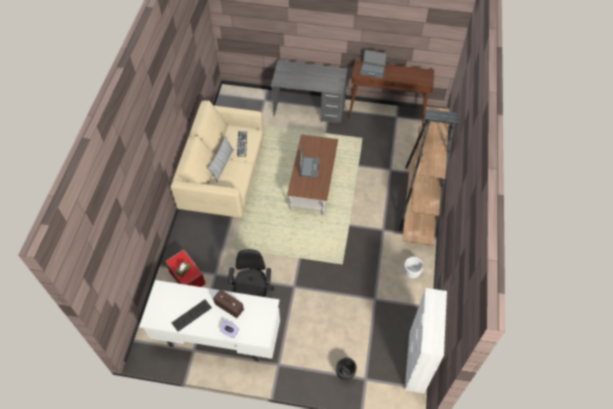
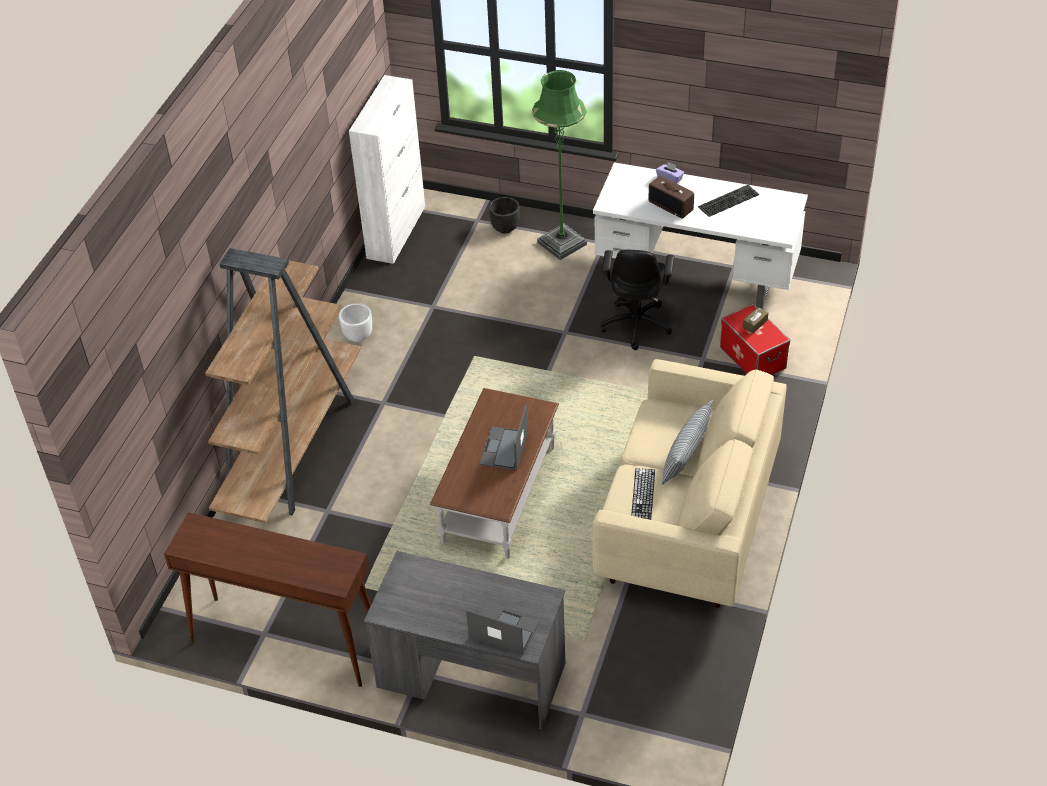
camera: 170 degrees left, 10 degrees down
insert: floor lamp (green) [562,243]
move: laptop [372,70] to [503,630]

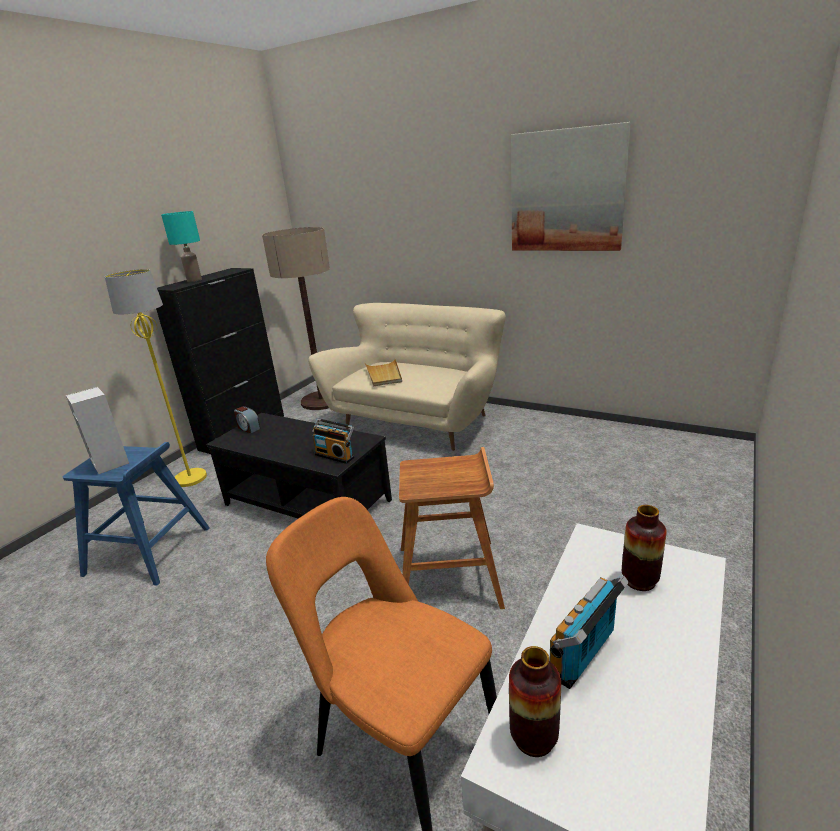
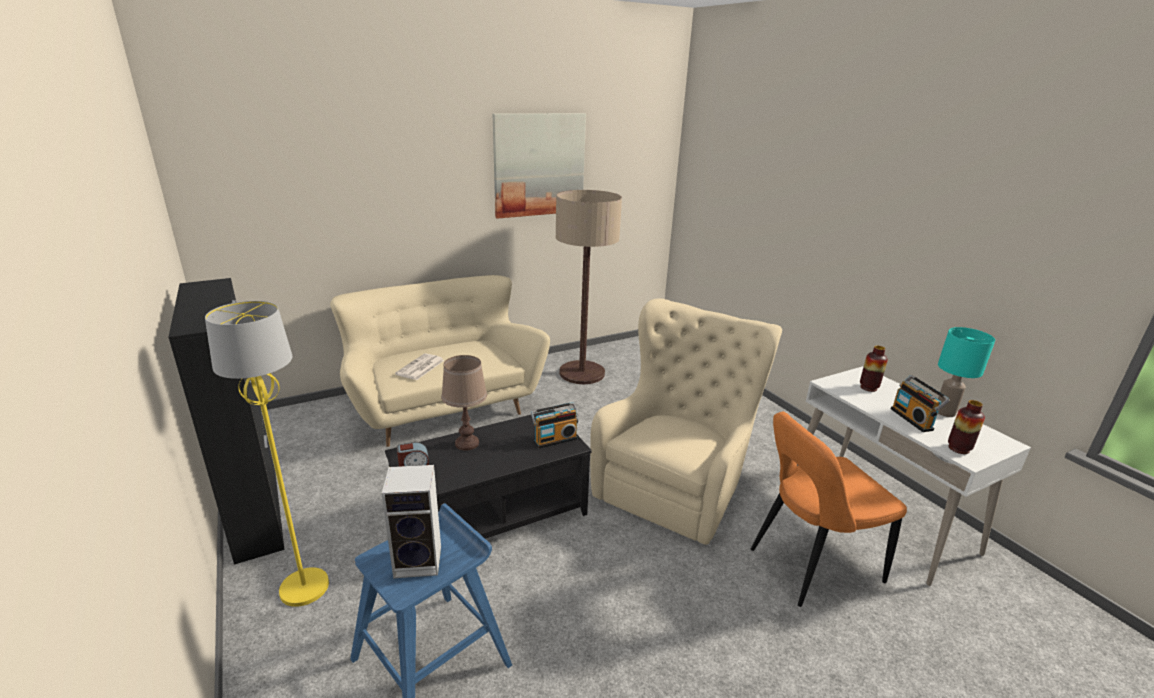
camera: 60 degrees left, 0 degrees up
insert: table lamp (brown) [467,443]
move: table lamp (turquoise) [195,280] to [945,412]; floor lamp [322,401] to [582,373]
replace: tray (beige) [384,374] to newspaper [420,368]; stool (brown) [450,576] to armchair (beige) [676,484]

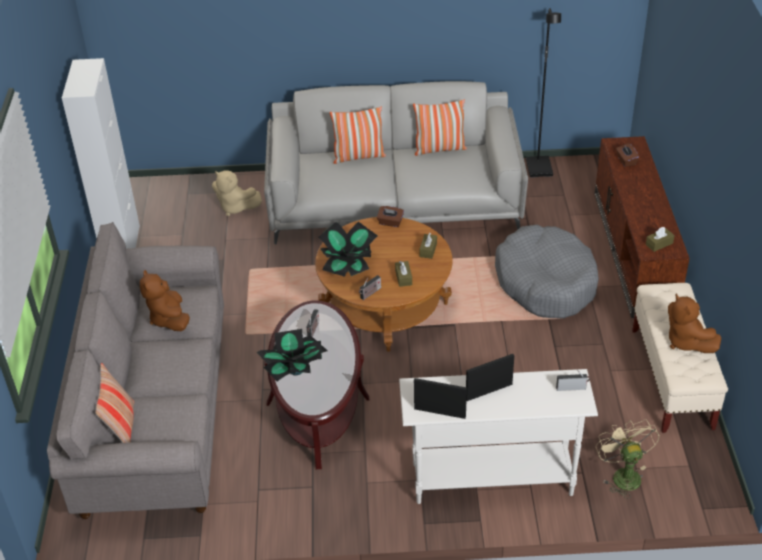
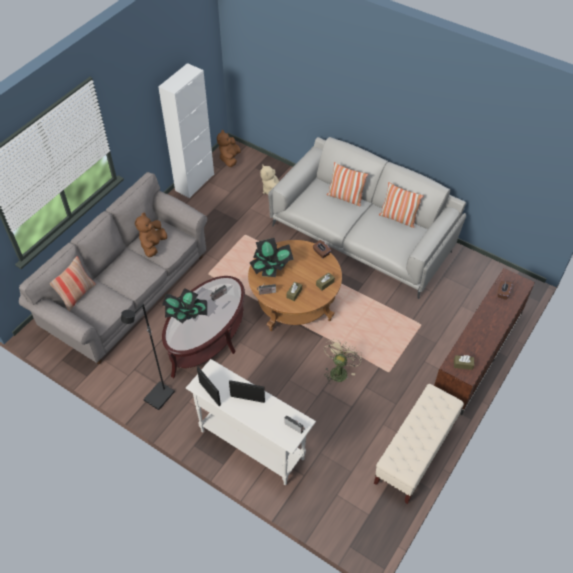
camera: 35 degrees right, 10 degrees up
delete: dog bed (grey) [545,282]
move: floor lamp (black) [540,168] to [159,397]; plush toy (brown) [686,342] to [229,159]; fan (beige) [623,474] to [339,370]

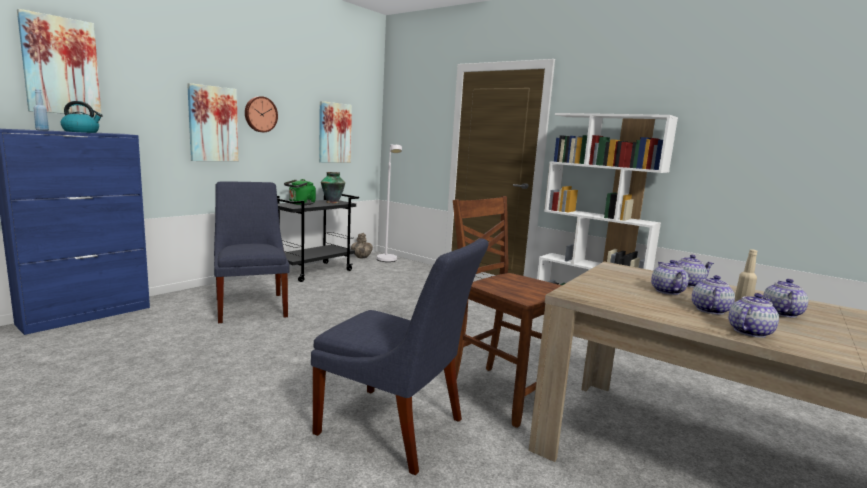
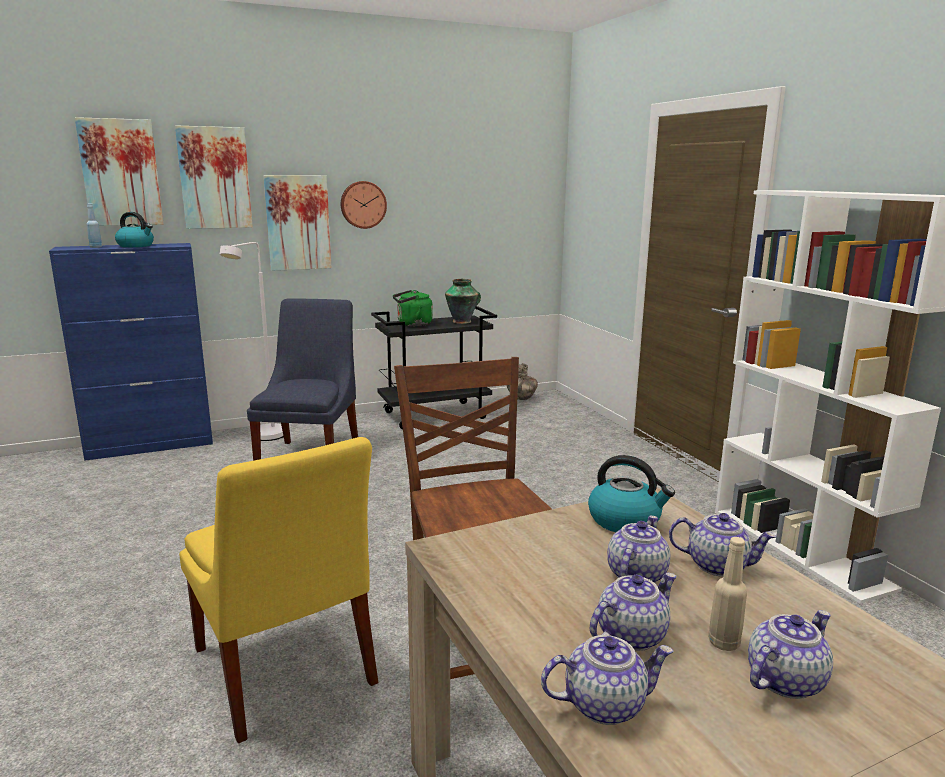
camera: 30 degrees right, 5 degrees up
insert: kettle [625,520]
move: picture [334,133] to [214,178]; floor lamp (white) [387,261] to [264,438]
recolor: chair (blue) [395,429] to chair (yellow) [285,671]

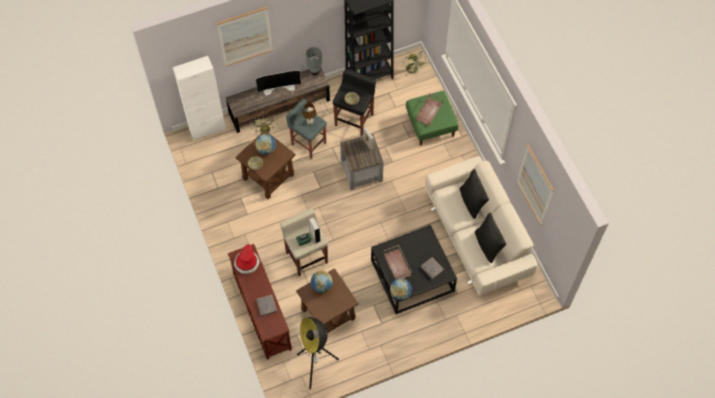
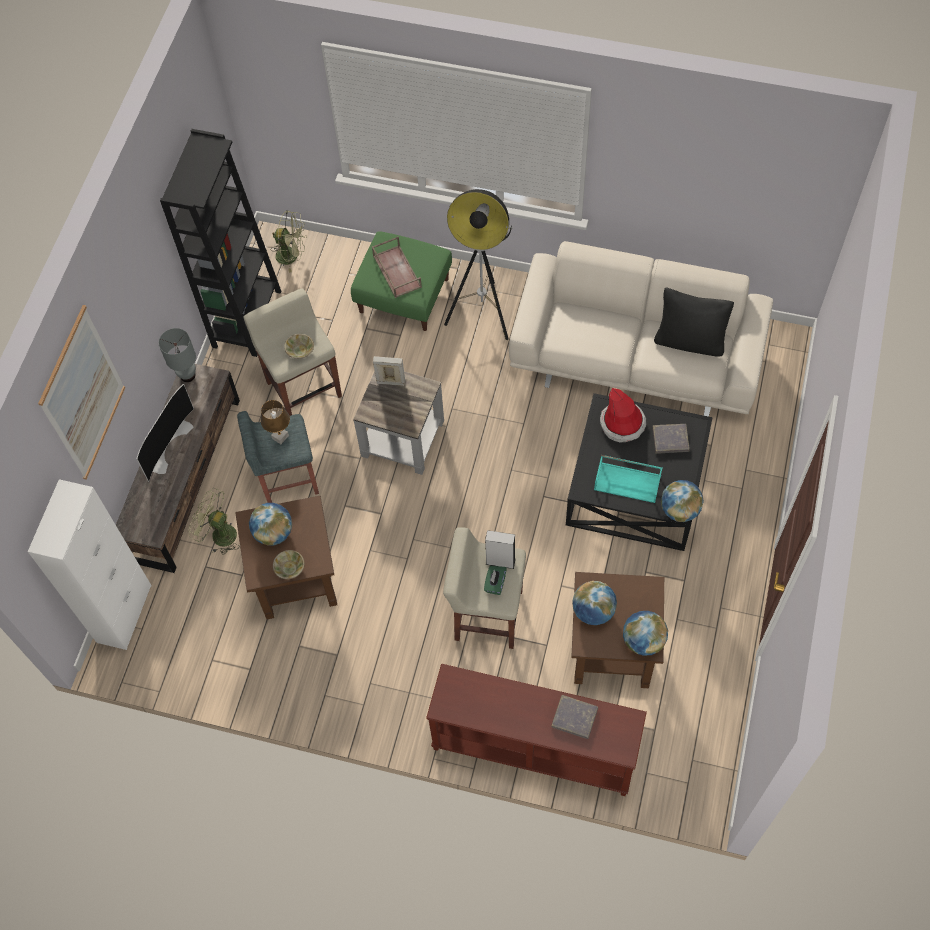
camera: 50 degrees left, 0 degrees up
delete: picture [535,185]; pillow (black) [472,202]
insert: globe [643,640]
move: hat [246,263] to [622,423]; floor lamp [316,367] to [482,313]
recolor: stool (black) [354,119] to stool (beige) [303,388]; tray (brown) [397,265] to tray (turquoise) [628,482]

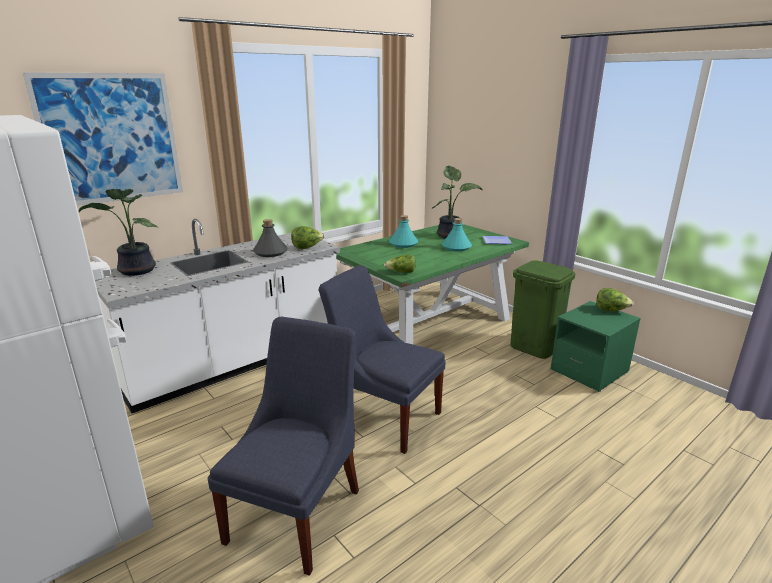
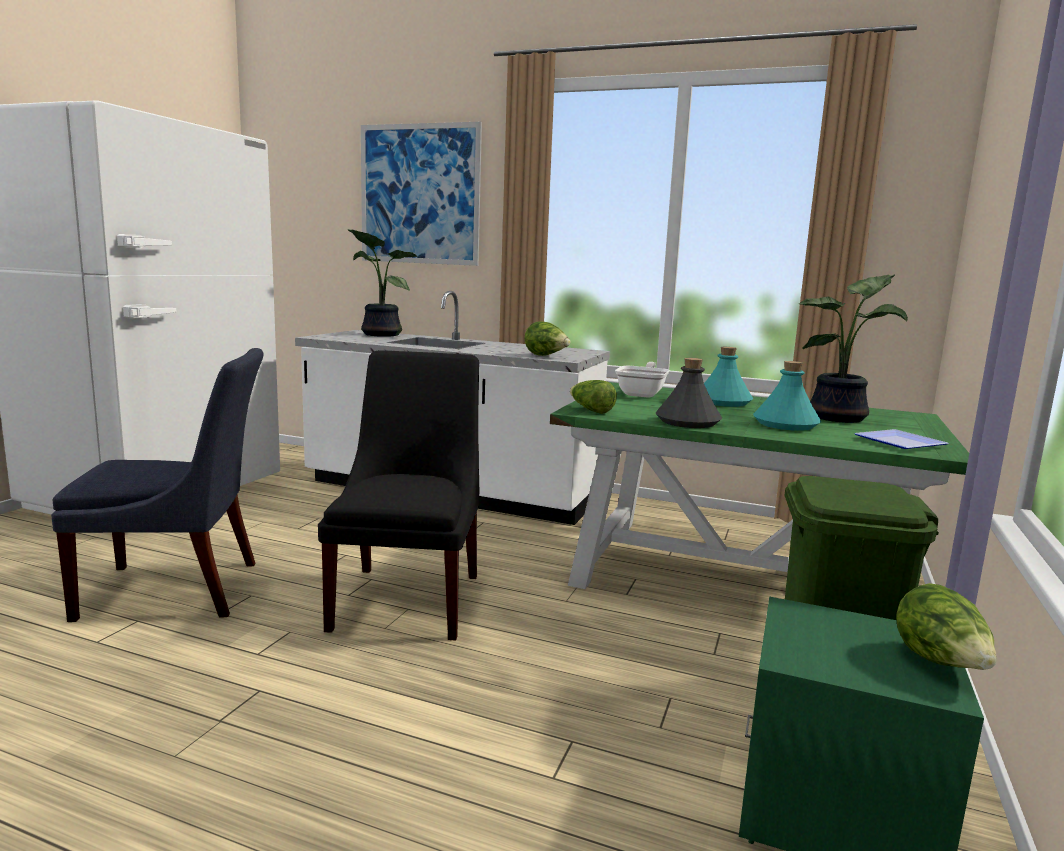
camera: 60 degrees right, 10 degrees down
insert: frying pan [642,394]
move: bottle (grey) [270,252] to [688,422]
recolor: chair (blue) [383,415] to chair (black) [410,597]

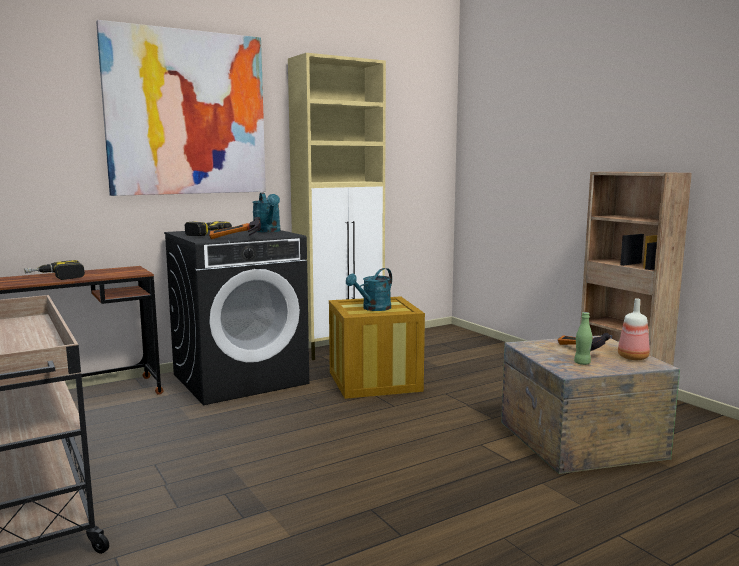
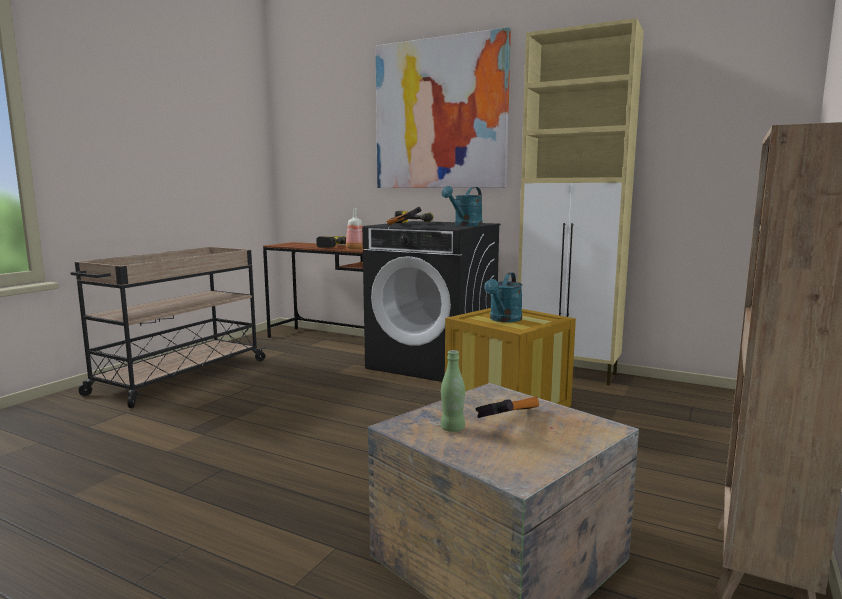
camera: 60 degrees right, 0 degrees up
move: bottle [633,357] to [356,248]
rotate: watering can (turquoise) [373,309] = [503,320] 75 degrees counterclockwise

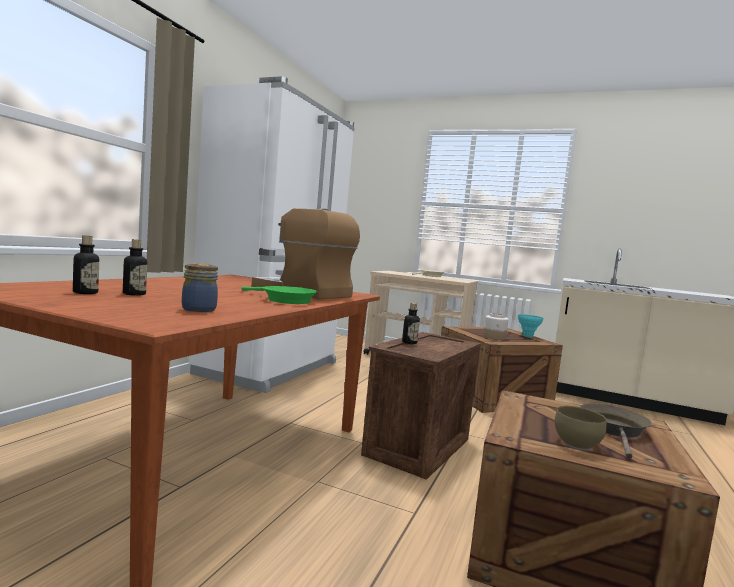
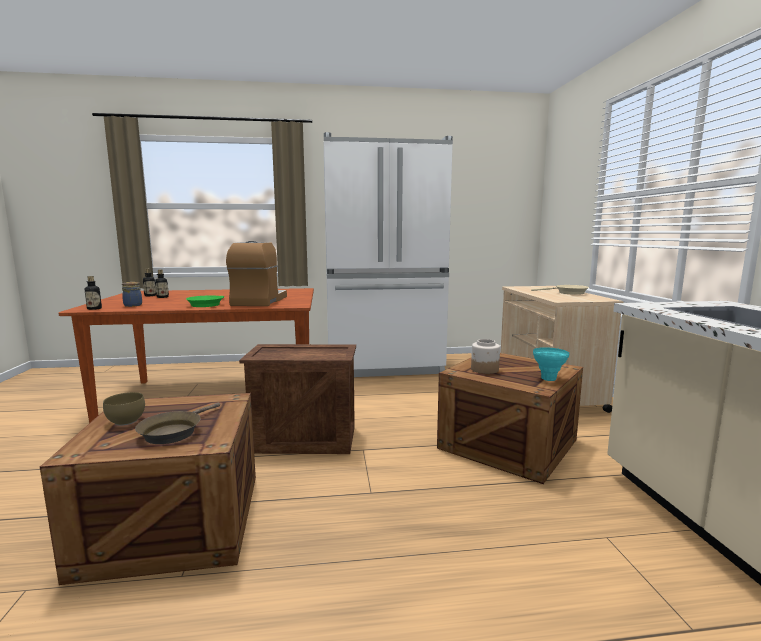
camera: 60 degrees right, 5 degrees up
move: bottle [409,342] to [94,309]
rotate: frying pan (brown) [614,430] = [174,431] 120 degrees clockwise

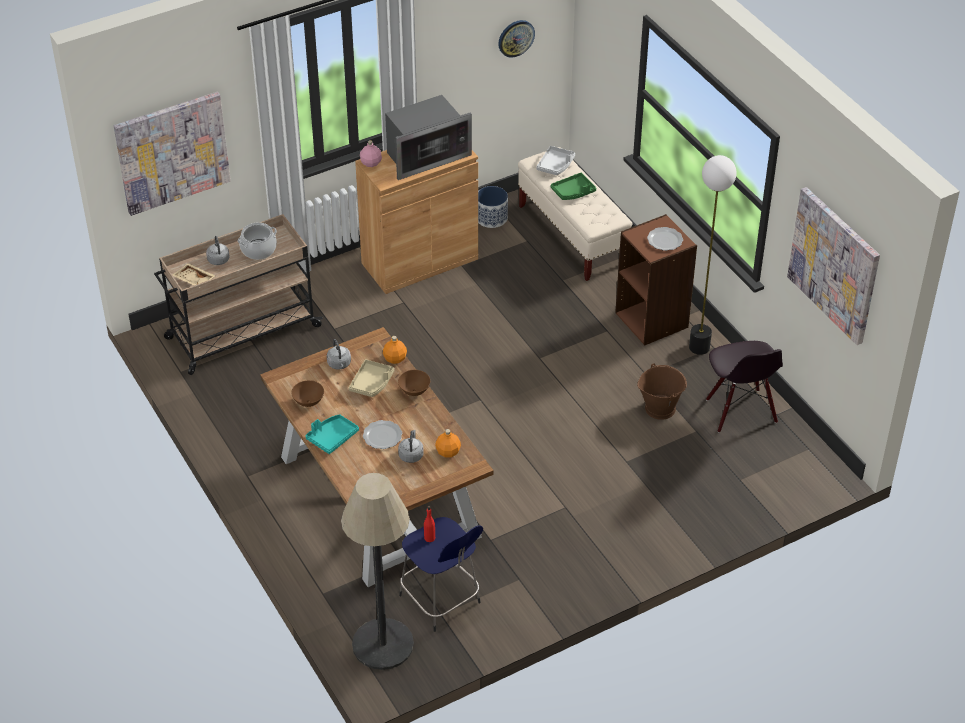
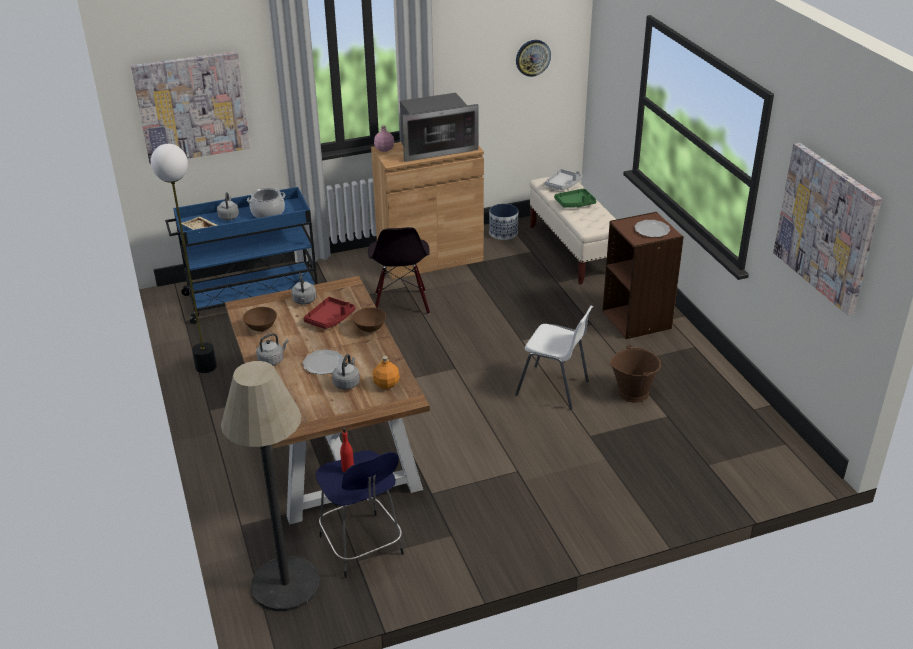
camera: 10 degrees right, 10 degrees down
delete: bottle (orange) [395,359]
insert: chair (white) [554,388]
move: floor lamp [699,347] to [205,367]; chair (black) [740,411] to [401,303]
replace: tray (turquoise) [332,437] to kettle (grey) [272,360]
recolor: cart (beige) [241,333] to cart (blue) [252,296]; tray (beige) [372,383] to tray (red) [330,319]

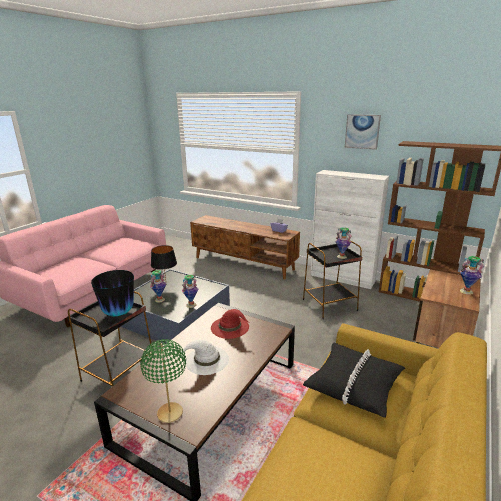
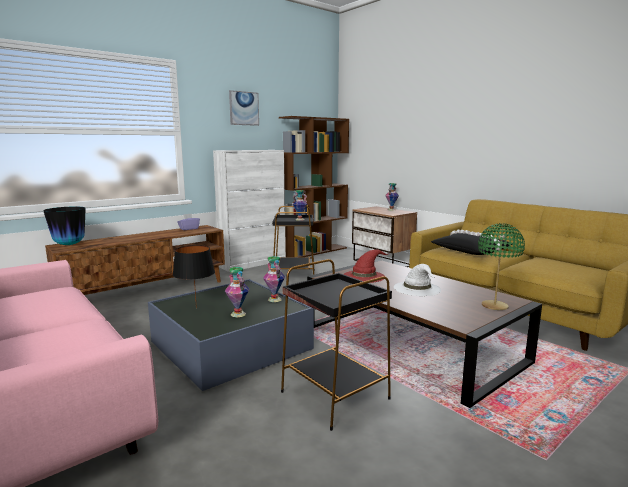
camera: 70 degrees left, 10 degrees down
move: vase [118,313] to [69,245]

